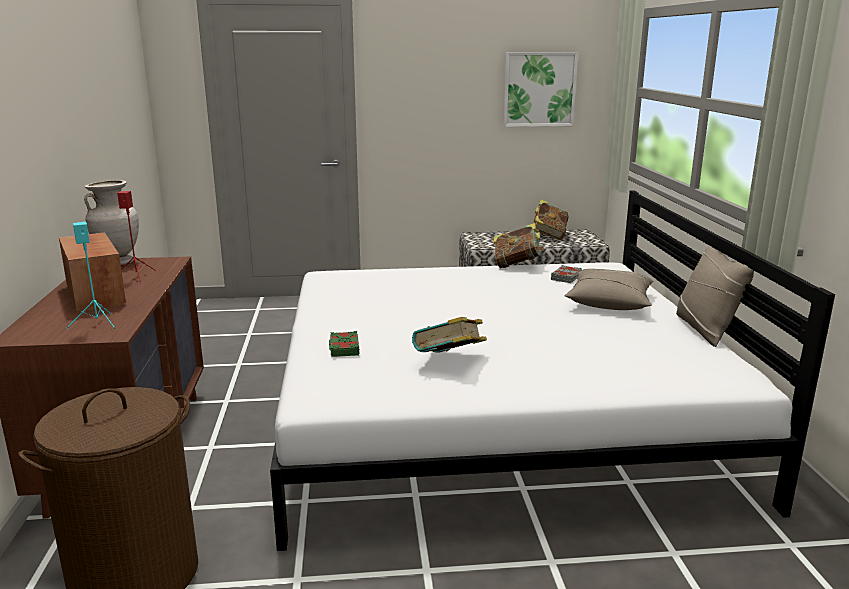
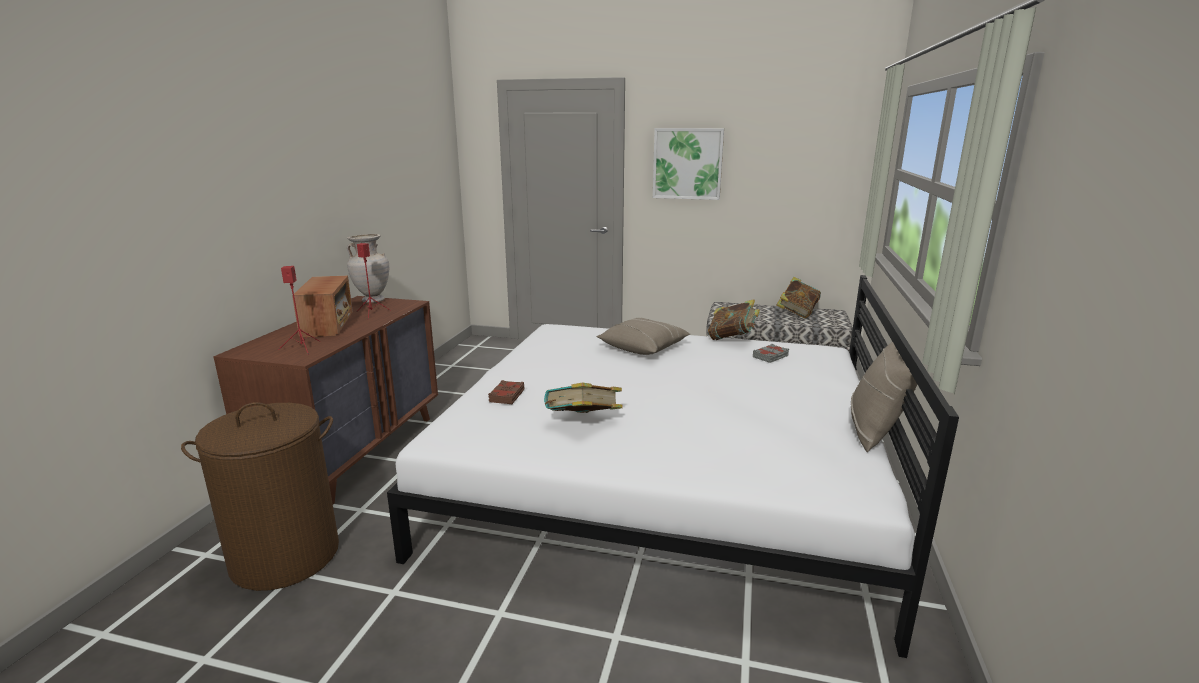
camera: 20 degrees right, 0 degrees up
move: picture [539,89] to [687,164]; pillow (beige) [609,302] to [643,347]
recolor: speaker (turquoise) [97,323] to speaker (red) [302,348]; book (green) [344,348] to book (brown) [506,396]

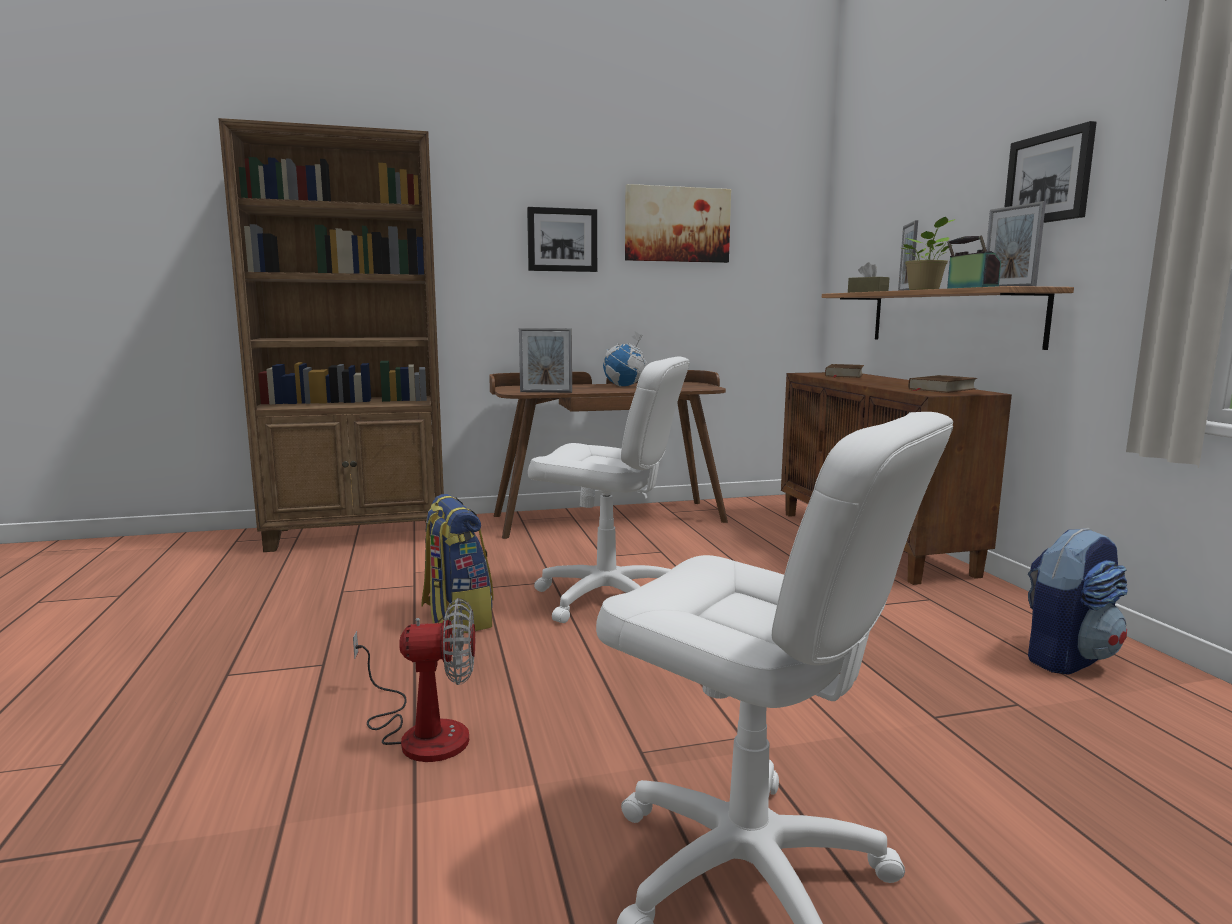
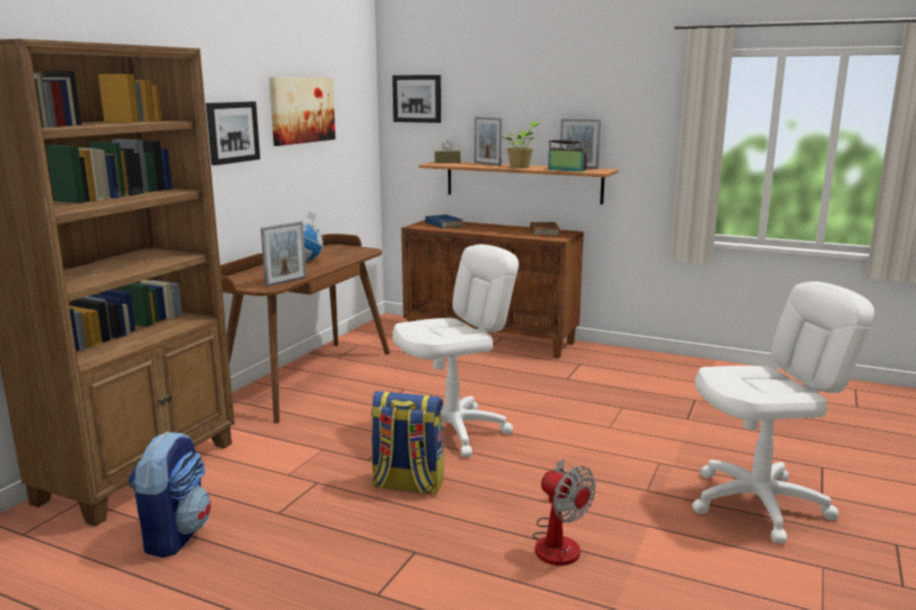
camera: 50 degrees left, 5 degrees up
move: picture [1049,178] to [417,98]; backpack [1066,657] to [175,535]
recolor: book (brown) [844,375] to book (blue) [444,224]
rotate: fan [422,732] = [558,541] 105 degrees clockwise

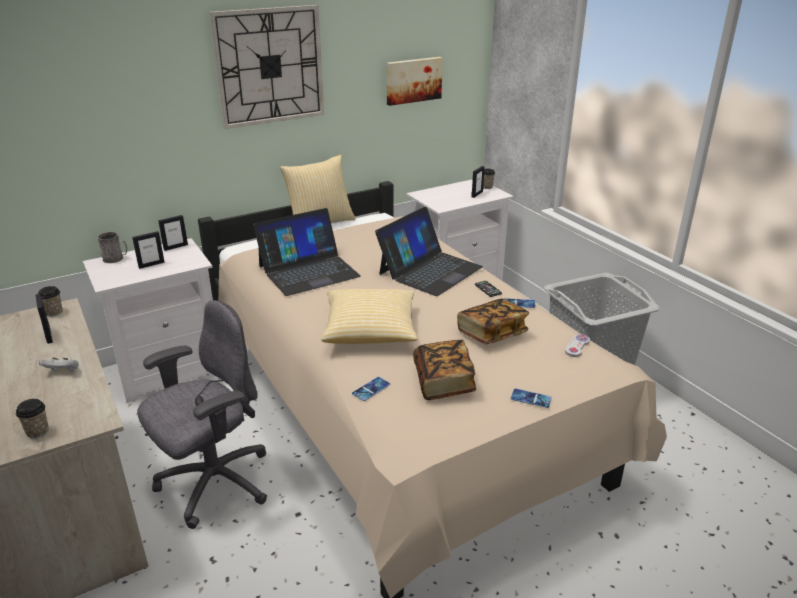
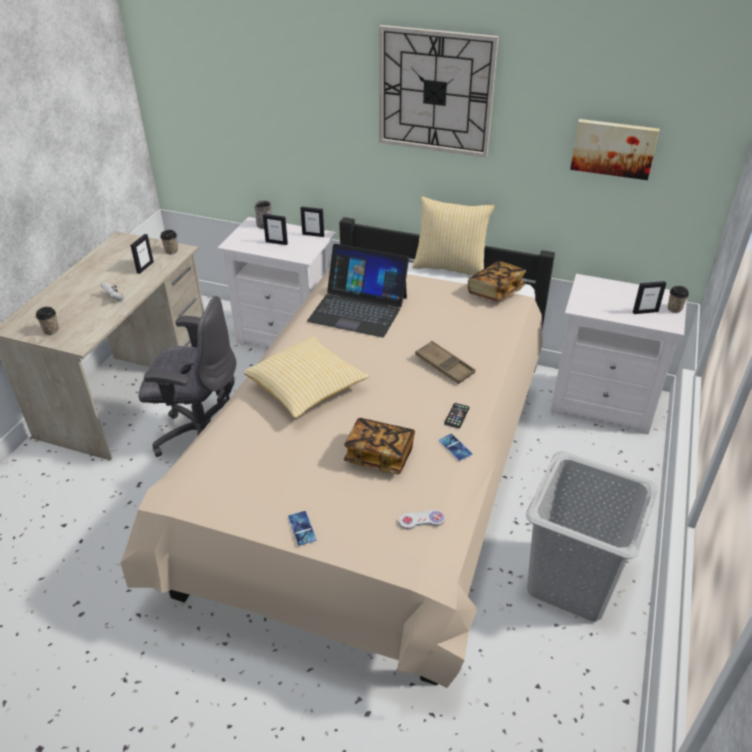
camera: 50 degrees right, 10 degrees up
delete: phone [371,389]
move: book [443,382] to [495,291]
replace: laptop [429,270] to tray (brown) [444,366]

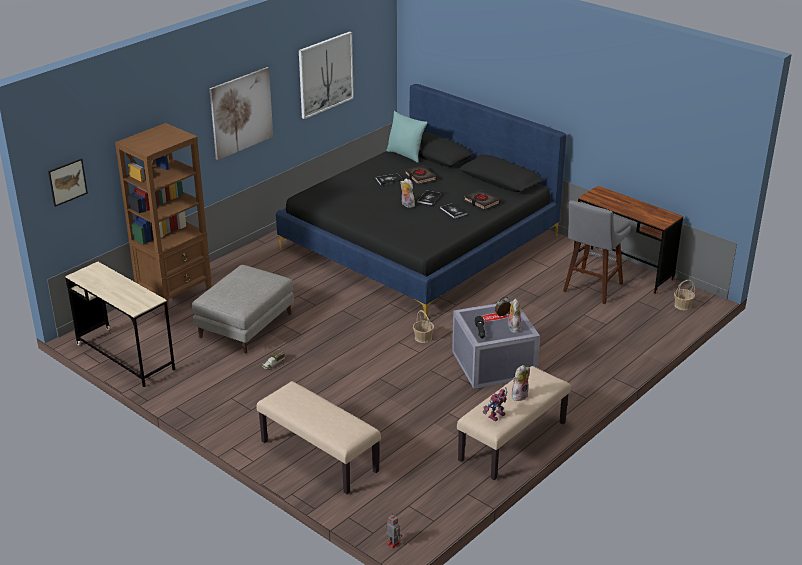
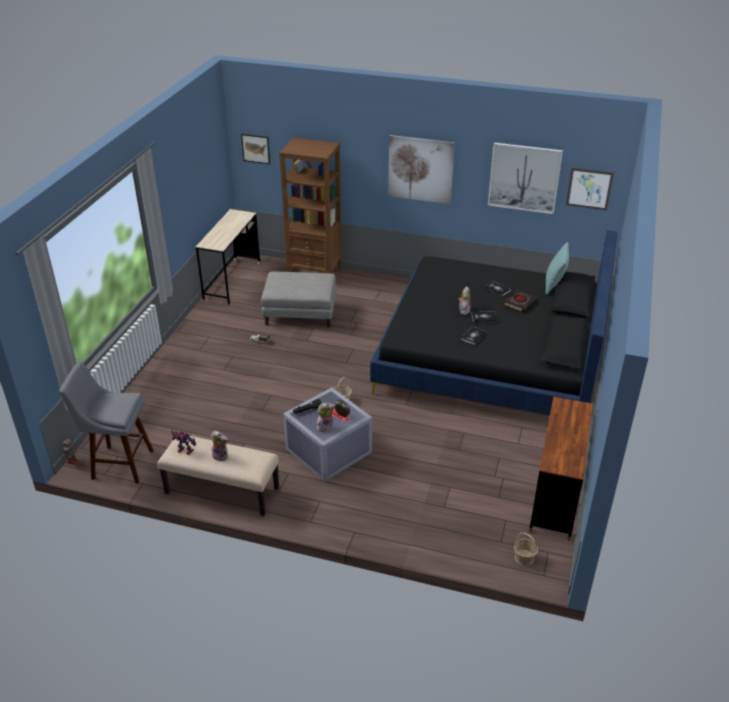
camera: 65 degrees right, 5 degrees up
delete: book (black) [481,202]; bench (beige) [318,457]
insert: picture [589,188]
move: stool (grey) [591,289] to [118,464]

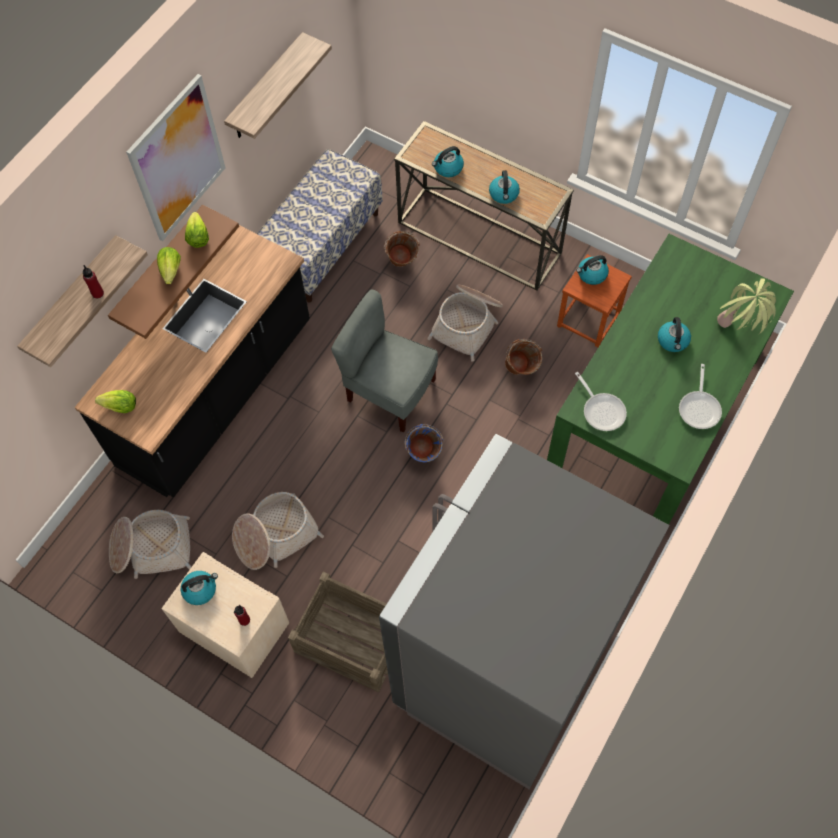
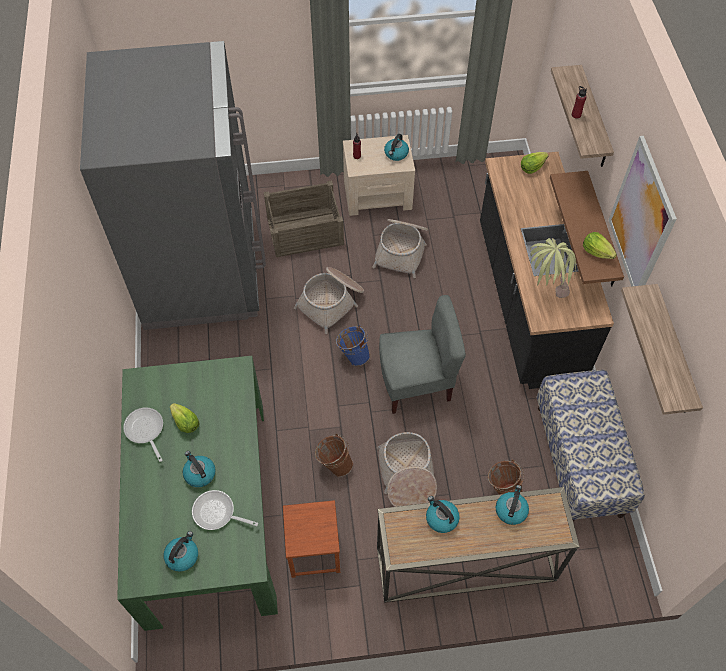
camera: 140 degrees right, 5 degrees down
move: lettuce [171,271] to [186,423]; kettle [591,275] to [182,555]; potted plant [736,335] to [544,290]; frying pan [602,410] to [217,513]; basket [151,548] to [332,302]

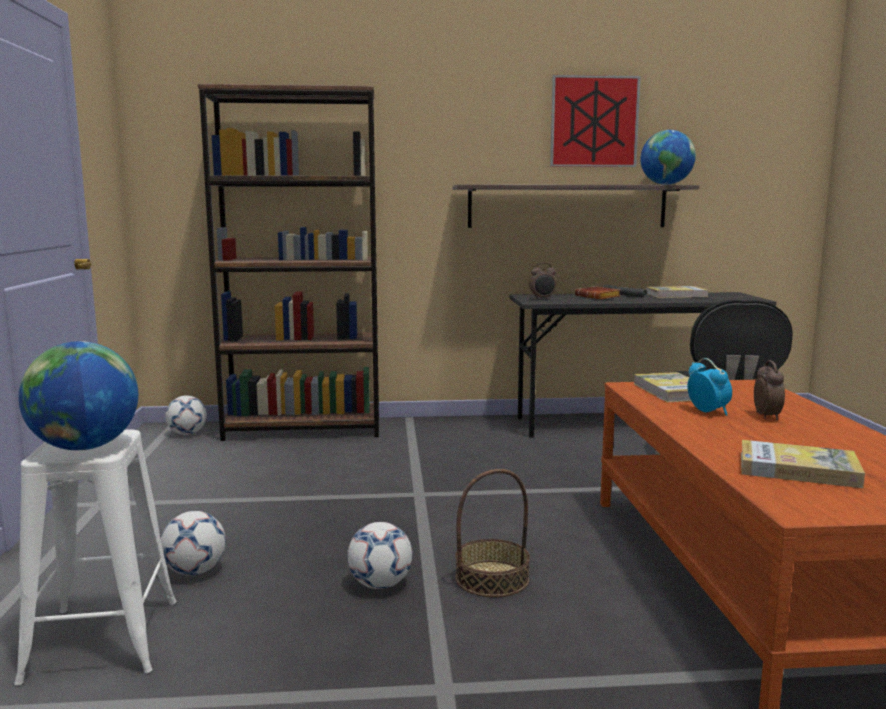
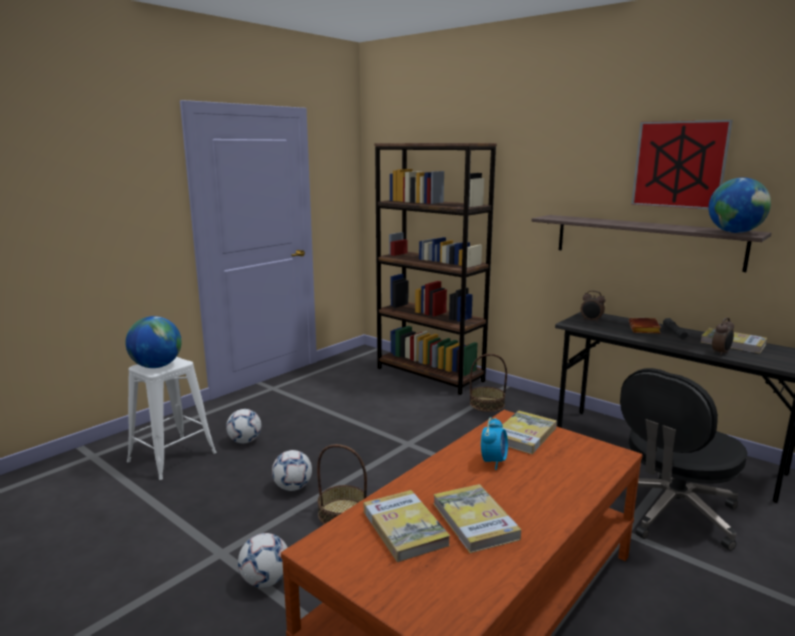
camera: 45 degrees right, 5 degrees up
insert: basket [487,404]; book [475,521]
move: alarm clock [767,416] to [721,353]; football [187,433] to [265,580]

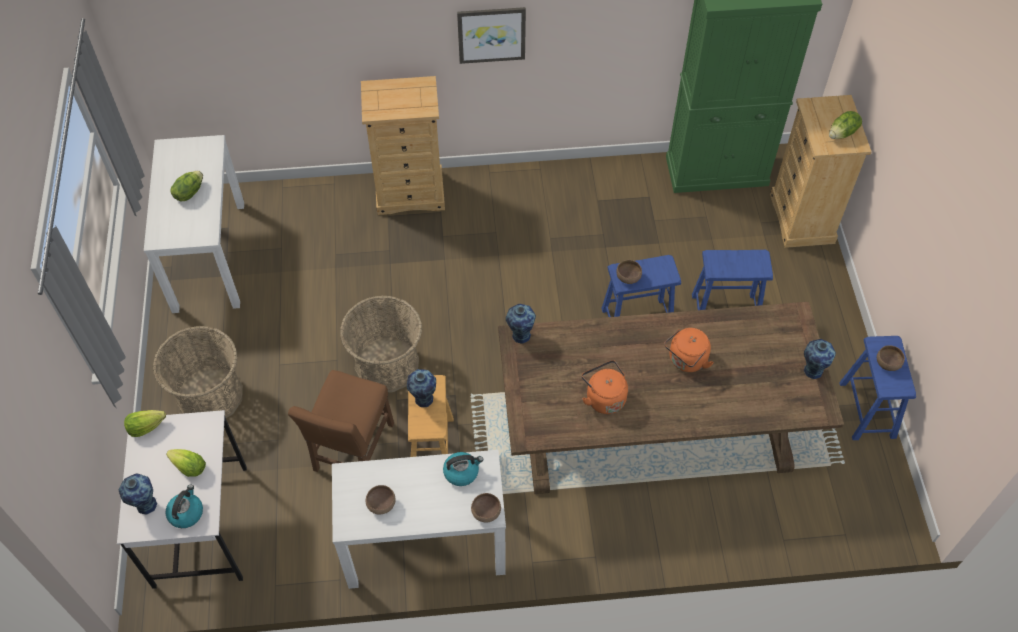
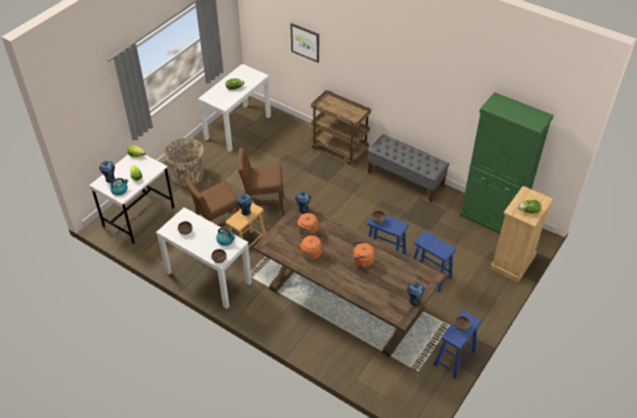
camera: 40 degrees right, 10 degrees down
insert: bench (grey) [405,179]; kettle (orange) [307,232]
move: picture [491,34] to [305,42]
replace: dresser (beige) [410,193] to cart (brown) [340,149]; basket [387,364] to chair (brown) [262,205]

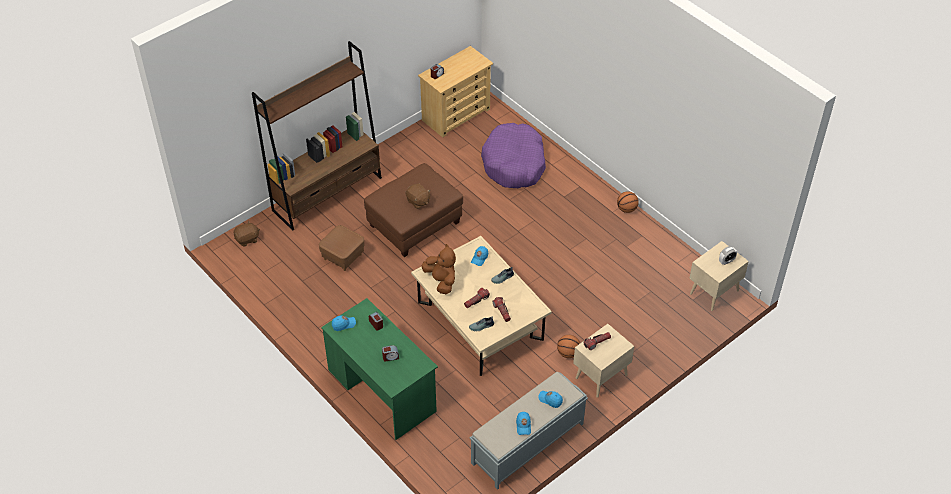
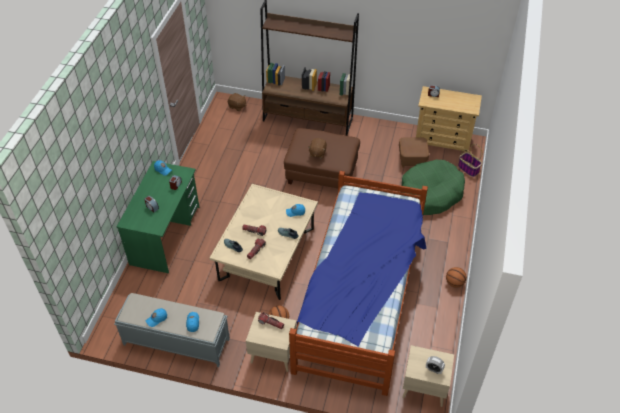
camera: 55 degrees right, 0 degrees up
delete: plush toy (brown) [441,281]
insert: basket [468,169]; bed [361,297]
move: ottoman (brown) [343,256] to [412,160]
recolor: dog bed (purple) [514,164] to dog bed (green) [430,194]

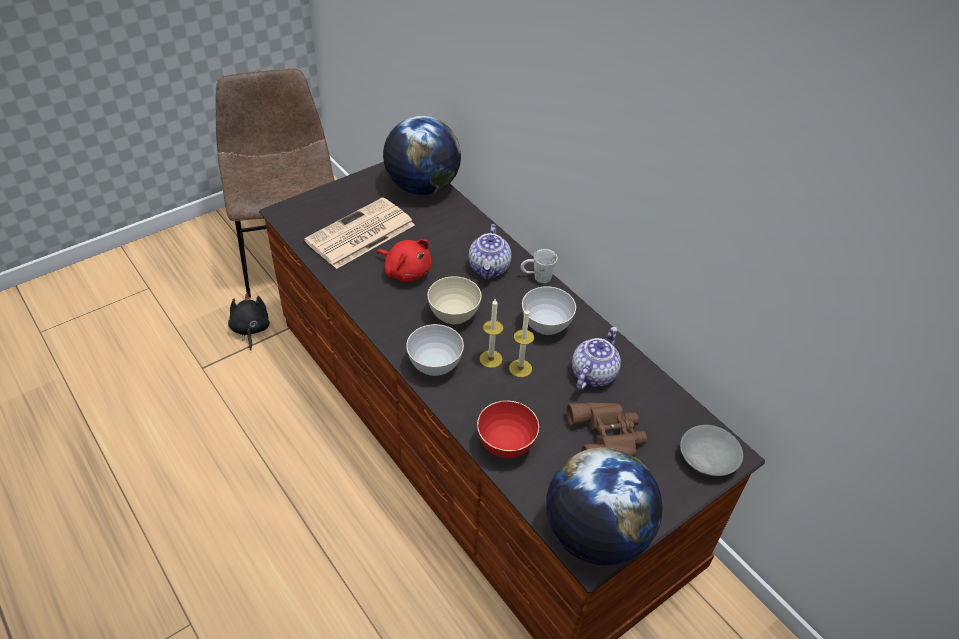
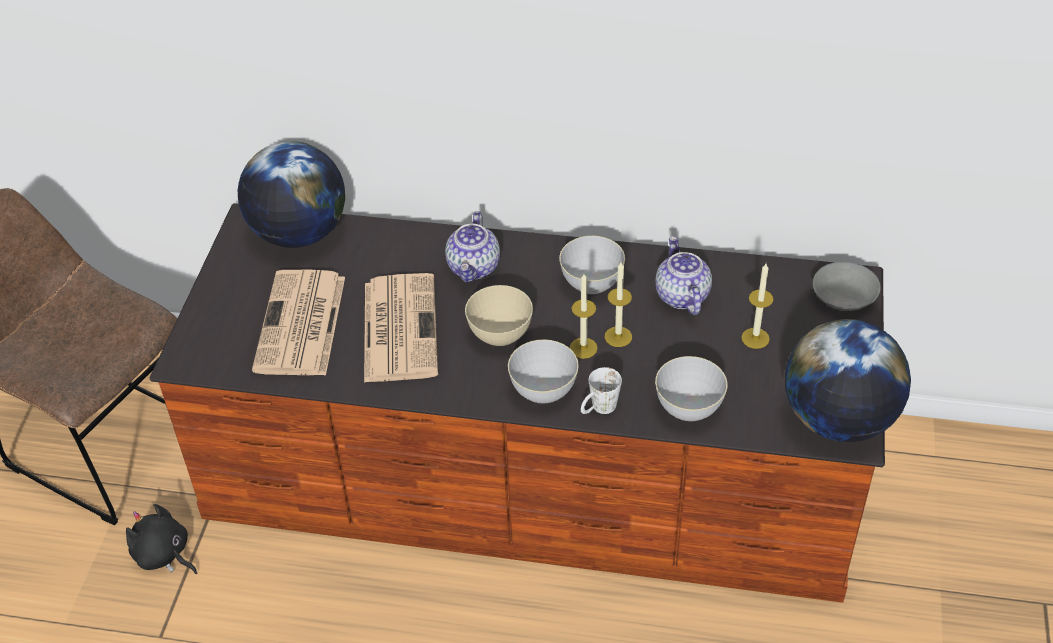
camera: 40 degrees left, 0 degrees up
move: mug (white) [537,277] to [598,410]
replace: plush toy (red) [406,271] to newspaper [399,327]; binoculars (brown) [607,436] to candle [755,338]
recolor: bowl (red) [506,445] to bowl (grey) [688,408]
rotate: teapot [490,268] = [474,267] 45 degrees clockwise

